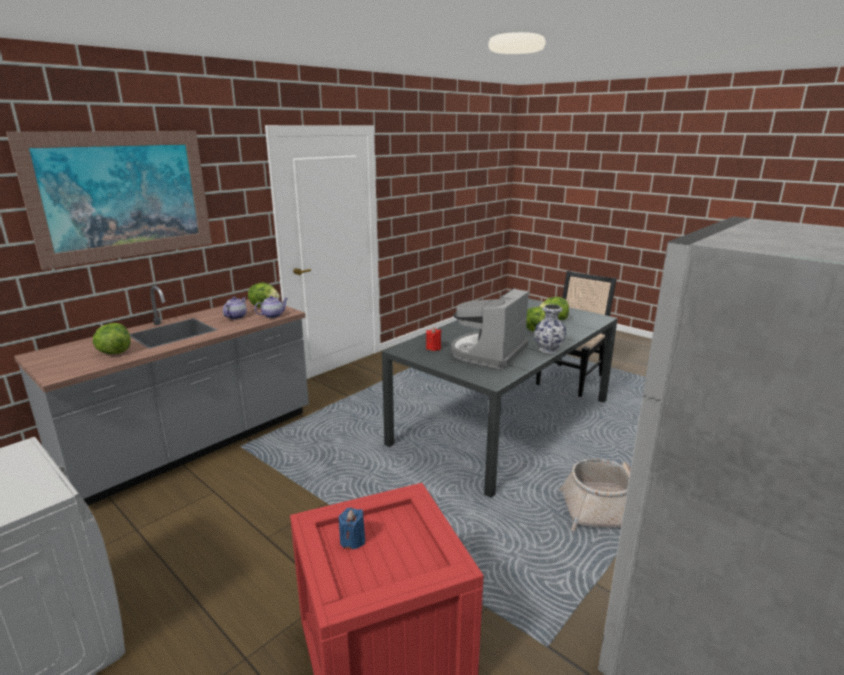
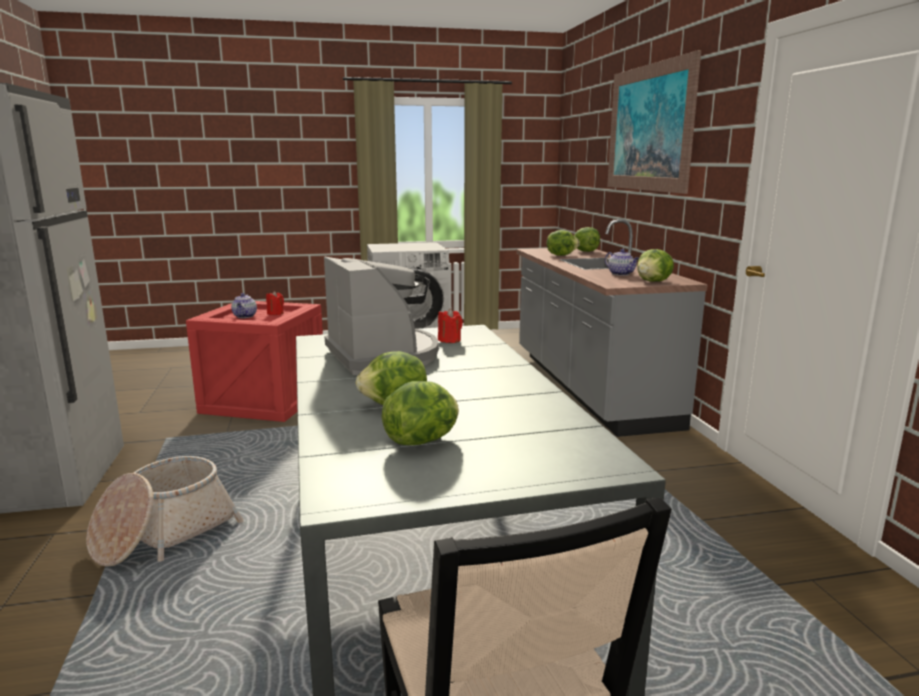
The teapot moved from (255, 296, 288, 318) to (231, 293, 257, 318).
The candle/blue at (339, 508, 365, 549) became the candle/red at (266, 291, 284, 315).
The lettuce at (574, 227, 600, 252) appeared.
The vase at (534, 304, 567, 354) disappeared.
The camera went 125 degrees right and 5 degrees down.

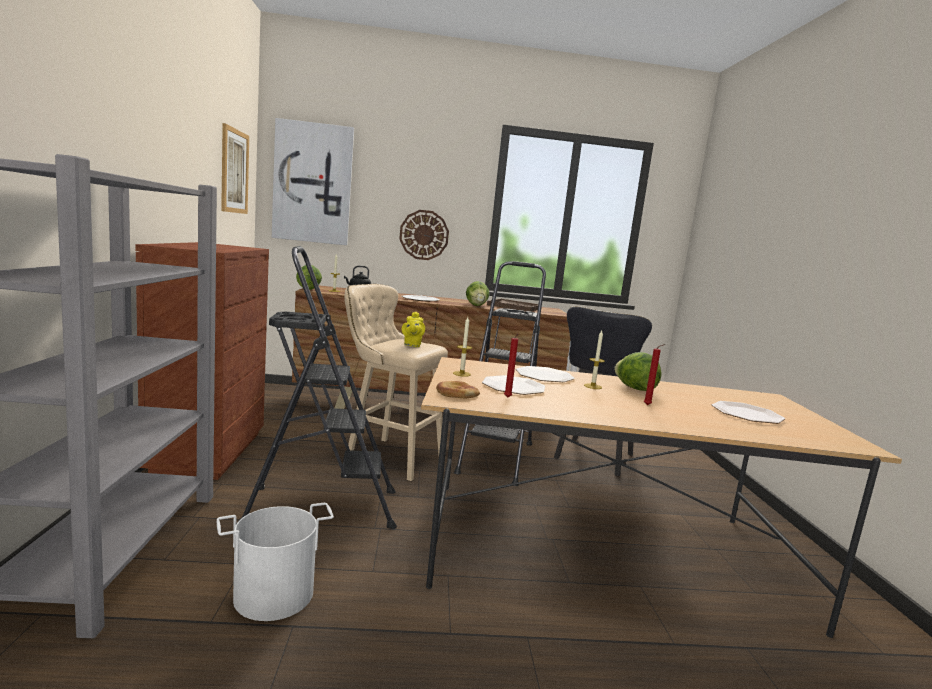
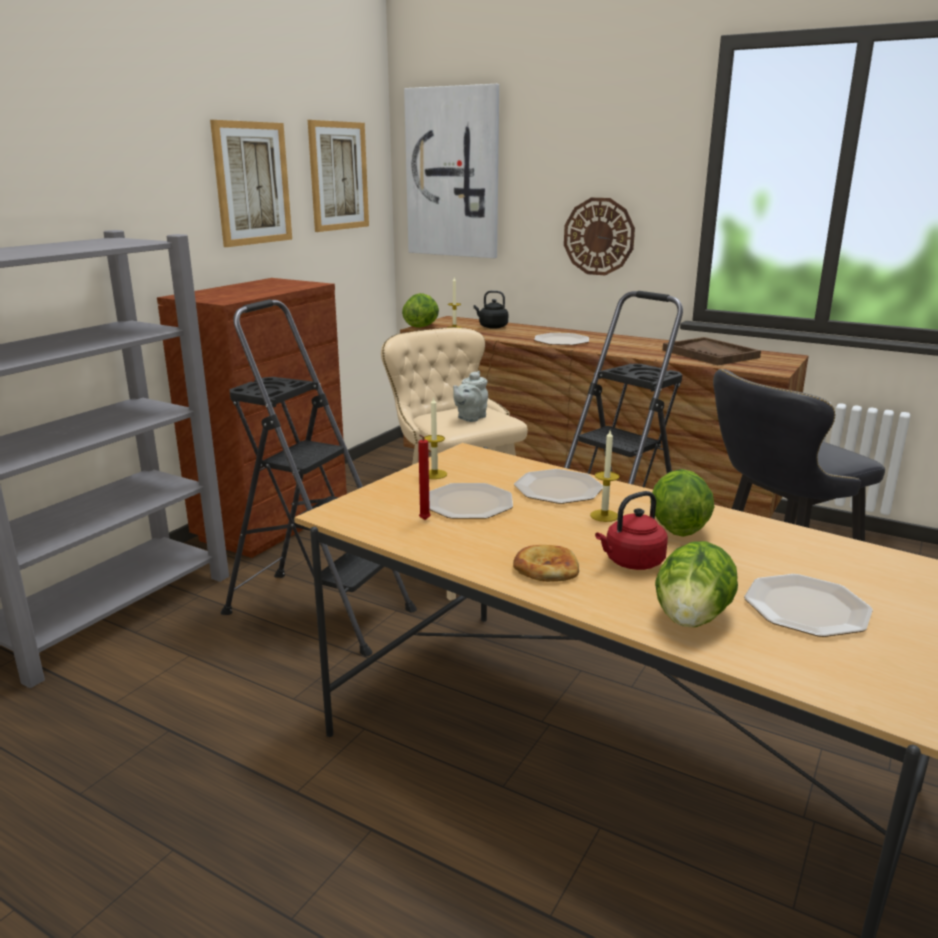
The picture at (210, 120, 292, 247) appeared.
The teapot/yellow at (402, 312, 425, 347) became the teapot/grey at (453, 371, 488, 422).
The bread moved from (436, 381, 480, 398) to (513, 545, 579, 582).
The candle/red at (644, 344, 665, 405) was replaced by the kettle/red at (595, 491, 668, 570).
The lettuce moved from (466, 281, 490, 306) to (655, 541, 738, 627).
The bucket/white at (217, 503, 334, 621) disappeared.
The camera went 35 degrees right and 10 degrees up.

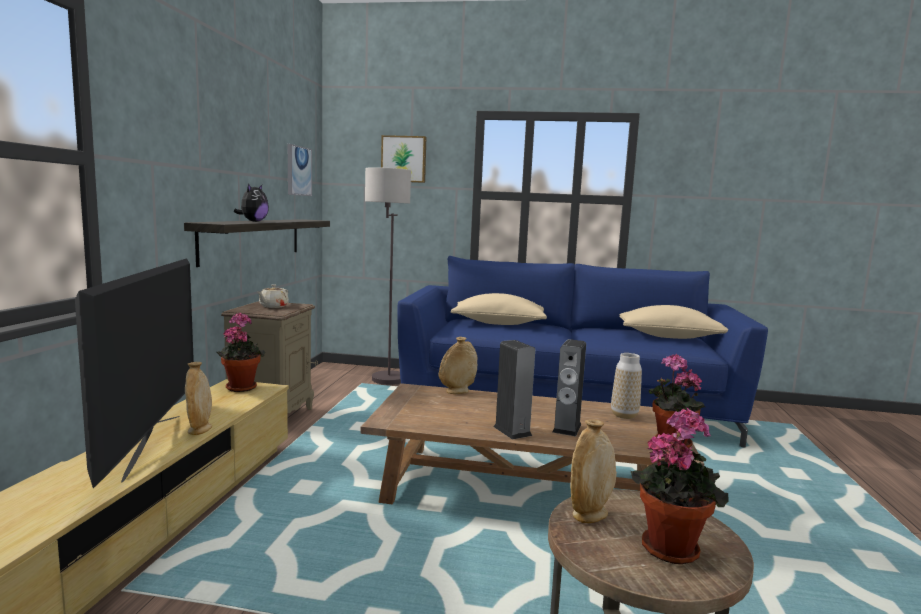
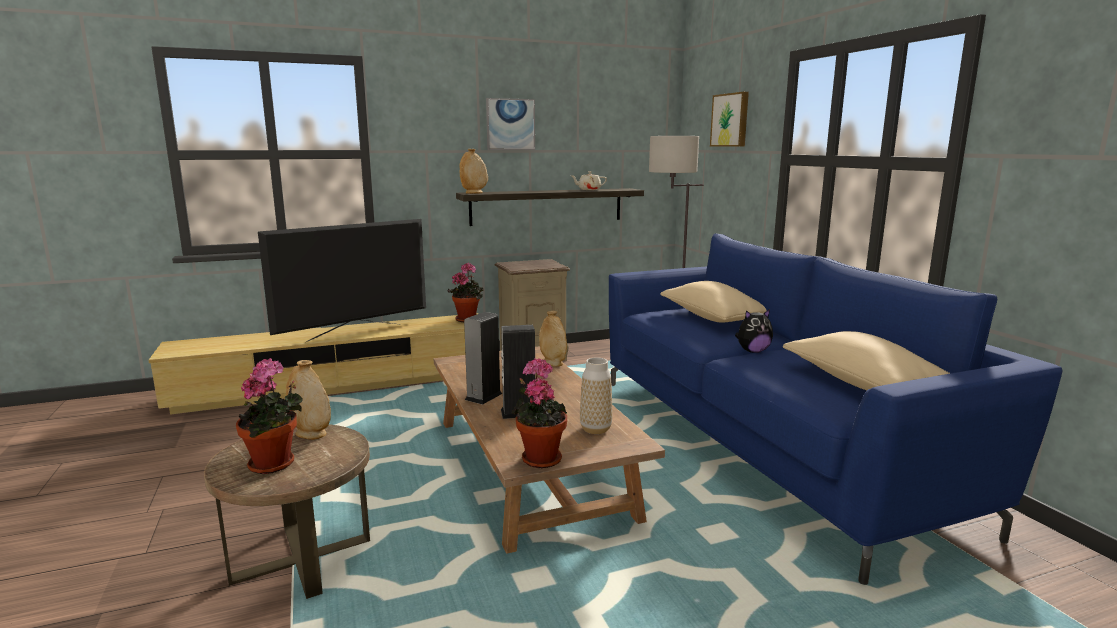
The vase/beige moved from (185, 362, 212, 435) to (460, 149, 488, 194).
The picture moved from (288, 144, 312, 196) to (486, 98, 535, 150).
The teapot/beige moved from (257, 284, 289, 308) to (570, 171, 607, 190).
The plush toy moved from (233, 183, 269, 222) to (735, 309, 773, 353).
The camera went 60 degrees right and 5 degrees up.

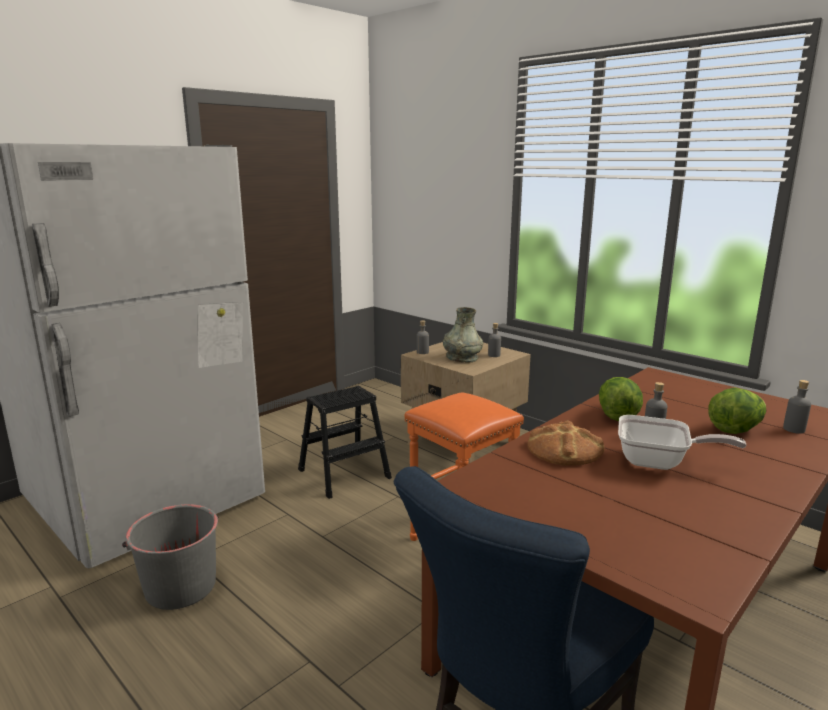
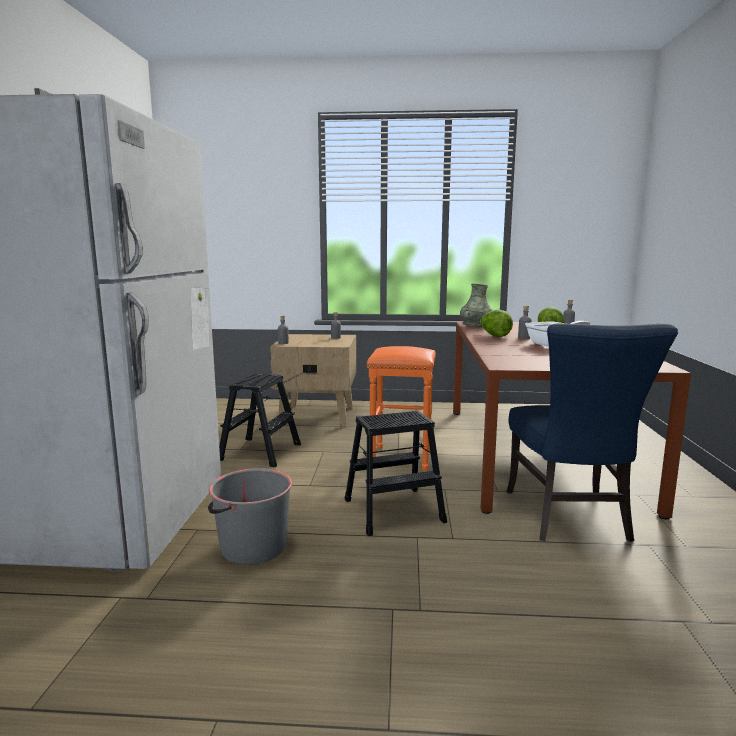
The step ladder/black at (345, 410, 447, 536) appeared.
The vase/grey moved from (443, 307, 483, 363) to (460, 284, 493, 327).
The bread at (527, 420, 605, 465) disappeared.
The camera went 40 degrees left and 5 degrees down.

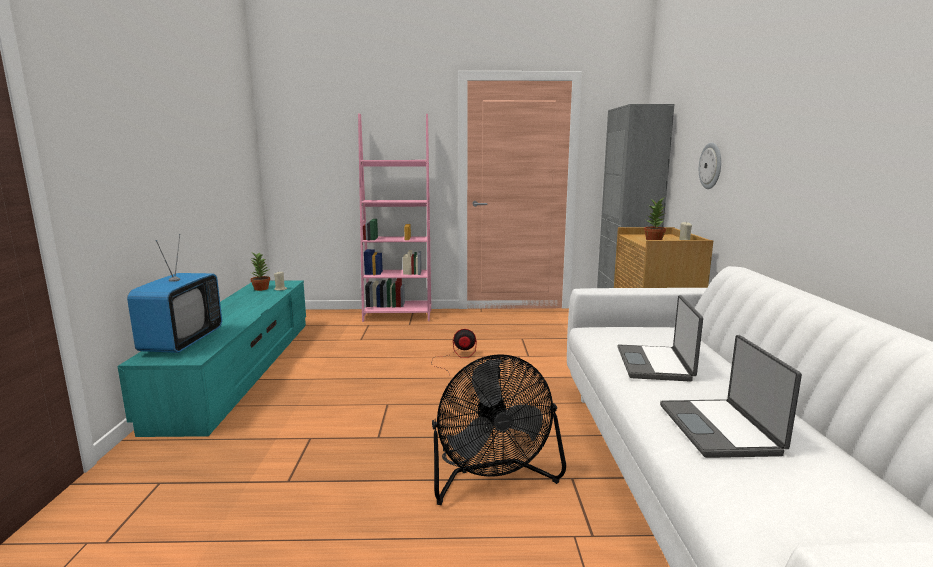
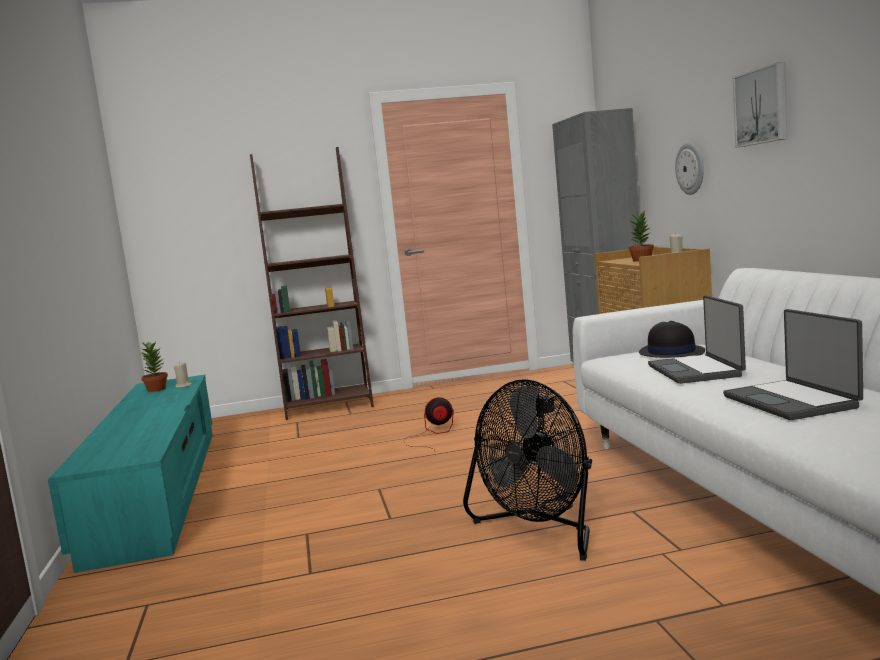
The bookcase/pink at (358, 114, 431, 322) became the bookcase/brown at (250, 147, 374, 420).
The fan/black at (432, 355, 566, 505) turned 75 degrees clockwise.
The hat/black at (639, 321, 705, 358) appeared.
The picture at (732, 62, 787, 148) appeared.
The television at (127, 234, 222, 353) disappeared.
The camera went 10 degrees left and 5 degrees down.

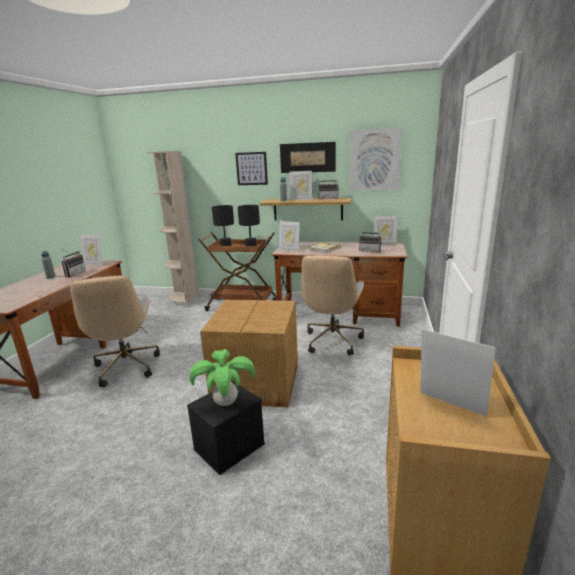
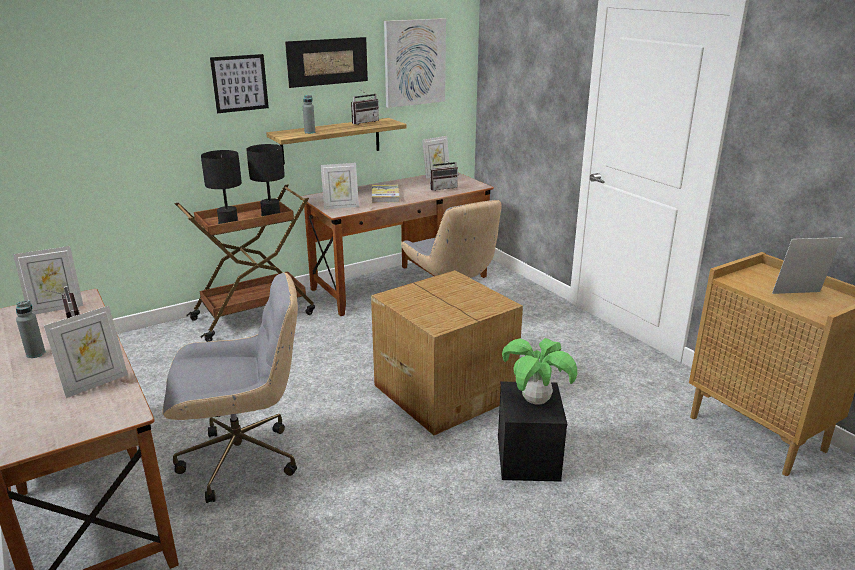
The picture frame moved from (289, 171, 313, 200) to (44, 306, 128, 398).
The office chair/grey at (70, 275, 160, 387) turned 45 degrees counterclockwise.
The bookcase/beige at (147, 151, 199, 306) disappeared.
The camera went 45 degrees left and 5 degrees up.

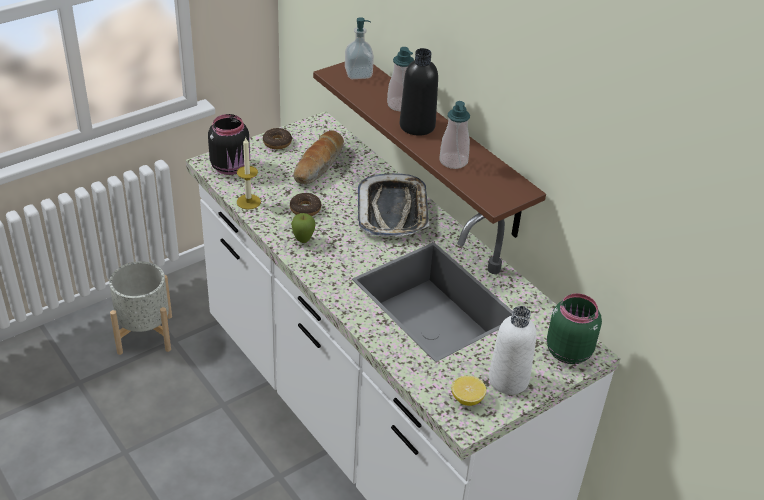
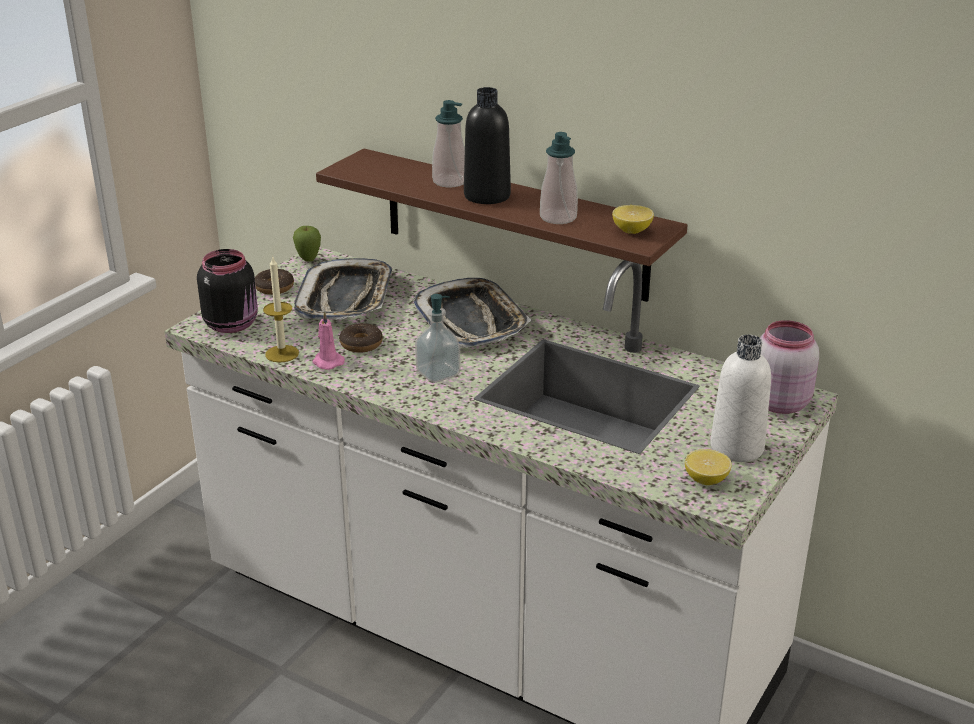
The apple moved from (291, 213, 316, 243) to (293, 226, 321, 262).
The bread at (293, 130, 344, 184) was replaced by the tray at (294, 258, 392, 320).
The candle/pink at (313, 311, 345, 370) appeared.
The soap dispenser moved from (345, 17, 374, 79) to (415, 294, 461, 383).
The lemon at (612, 205, 654, 234) appeared.
The jar/green at (547, 293, 602, 364) became the jar/pink at (760, 320, 819, 414).
The planter/grey at (109, 261, 172, 355) disappeared.
The camera went 20 degrees left and 10 degrees down.

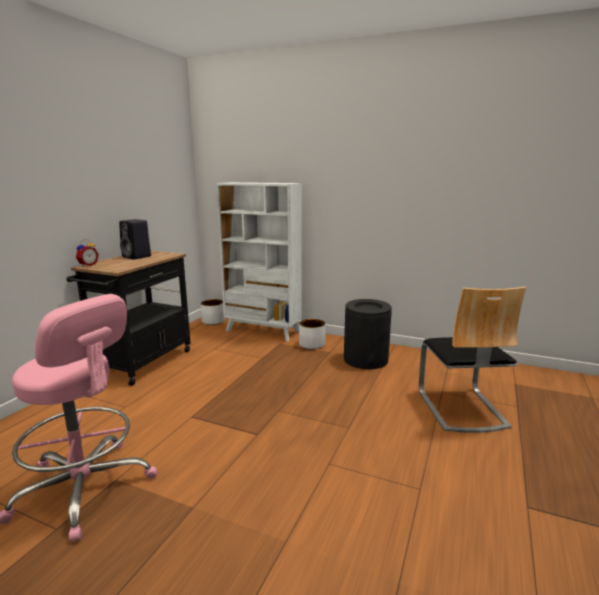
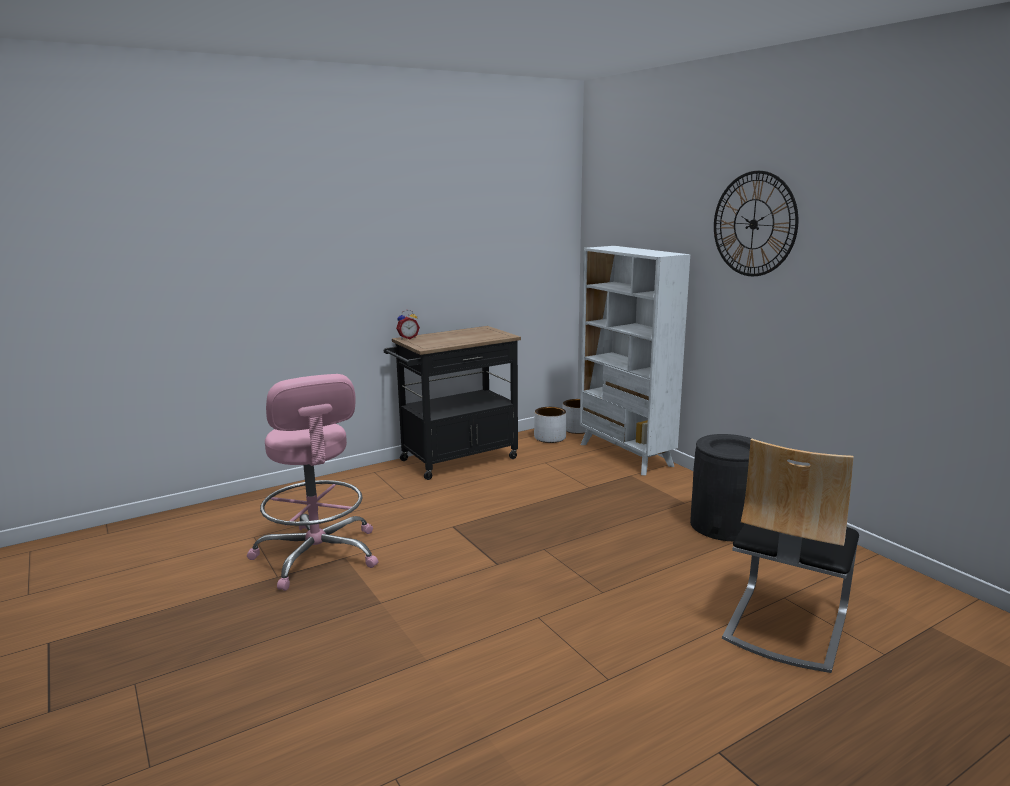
The planter/white moved from (299, 319, 326, 350) to (534, 407, 566, 443).
The wall clock at (714, 171, 798, 276) appeared.
The speaker/black at (119, 219, 151, 259) disappeared.
The camera went 35 degrees right and 0 degrees up.

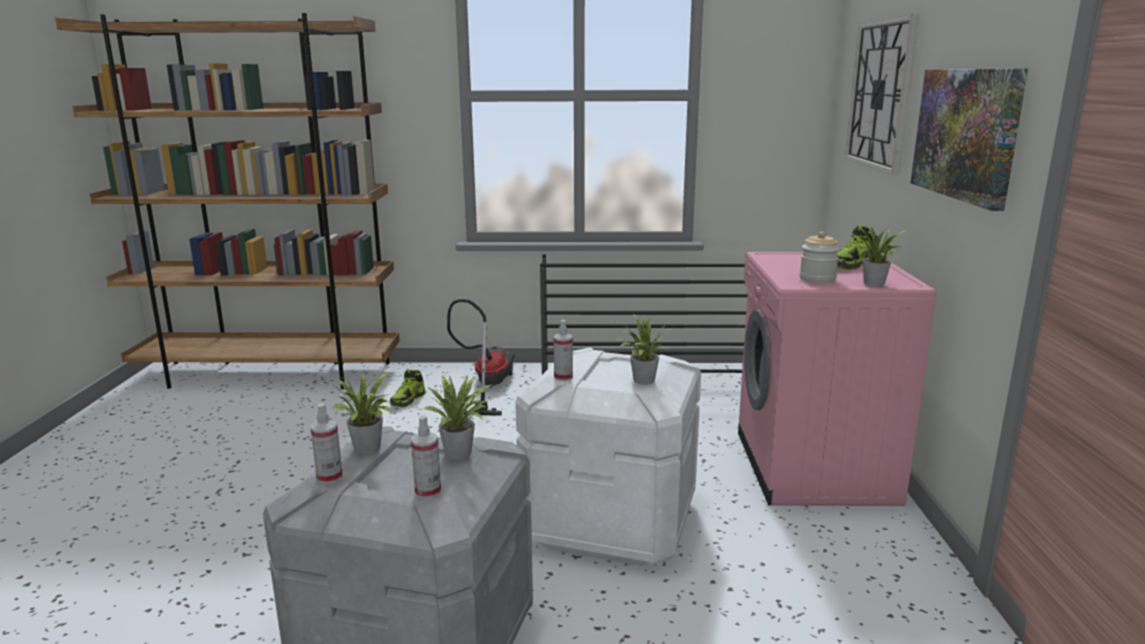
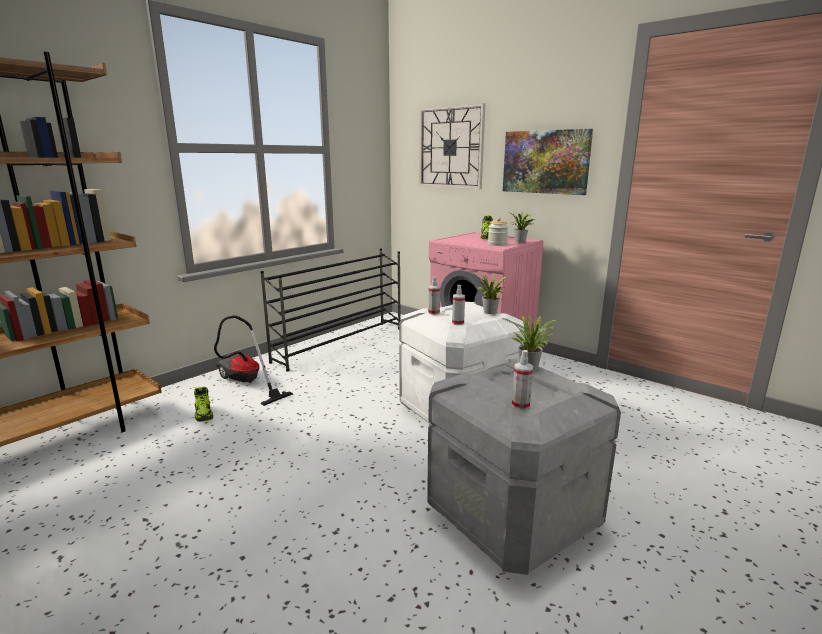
The spray bottle moved from (411, 416, 441, 499) to (428, 277, 440, 315).
The potted plant at (322, 371, 391, 454) disappeared.
The camera went 50 degrees left and 0 degrees up.

